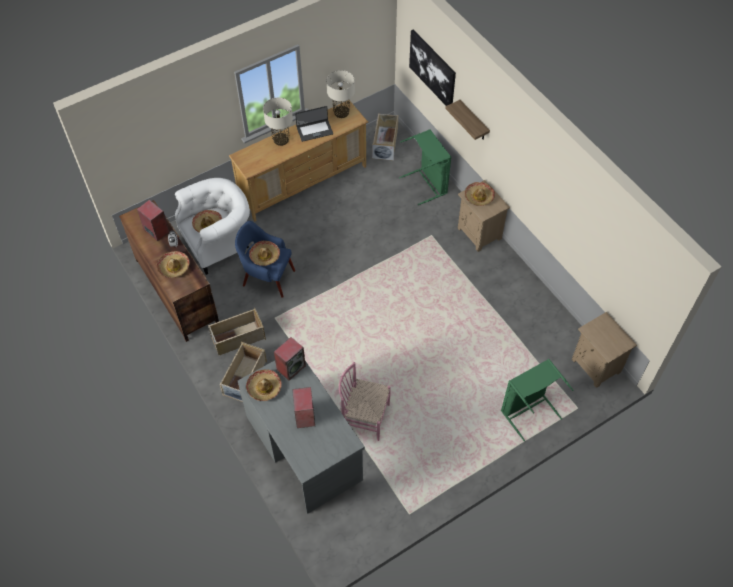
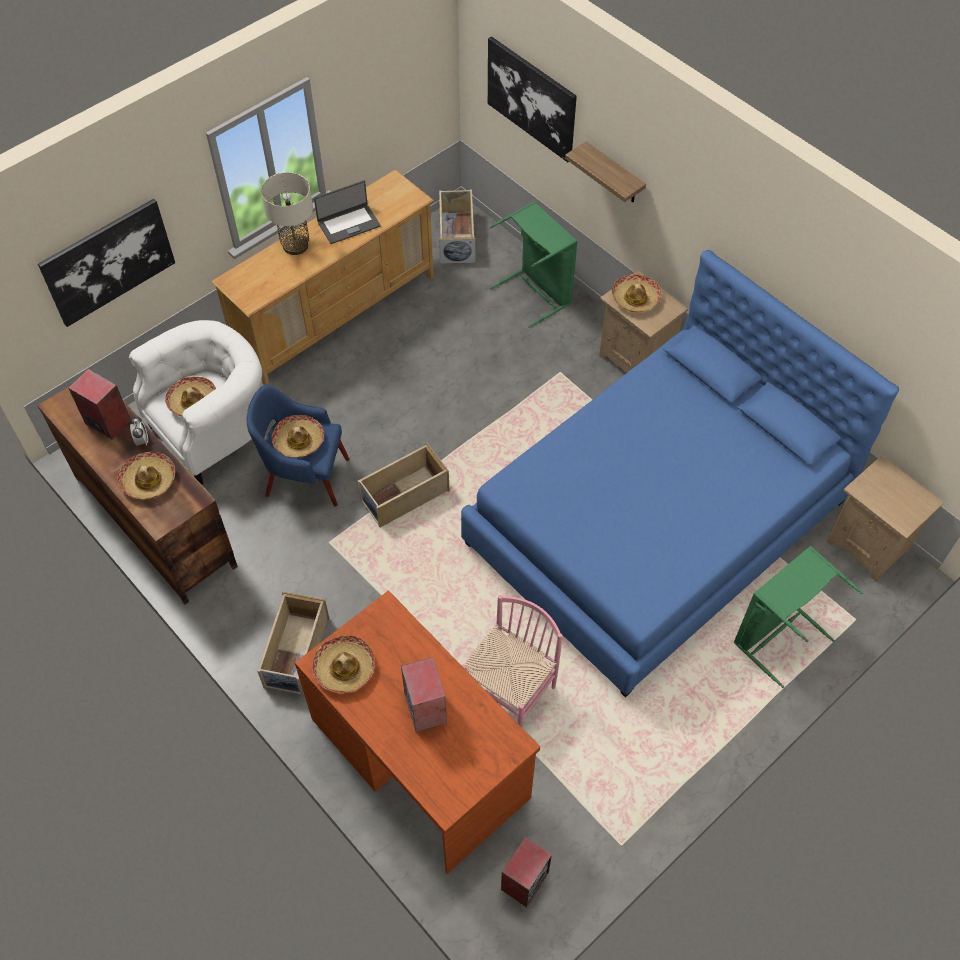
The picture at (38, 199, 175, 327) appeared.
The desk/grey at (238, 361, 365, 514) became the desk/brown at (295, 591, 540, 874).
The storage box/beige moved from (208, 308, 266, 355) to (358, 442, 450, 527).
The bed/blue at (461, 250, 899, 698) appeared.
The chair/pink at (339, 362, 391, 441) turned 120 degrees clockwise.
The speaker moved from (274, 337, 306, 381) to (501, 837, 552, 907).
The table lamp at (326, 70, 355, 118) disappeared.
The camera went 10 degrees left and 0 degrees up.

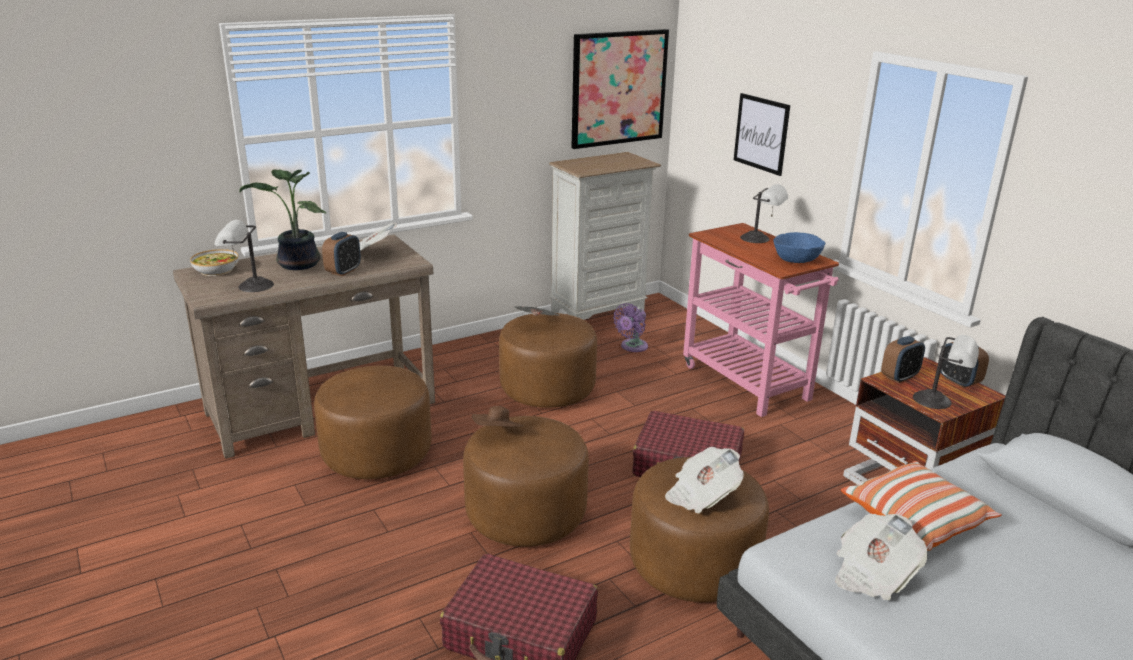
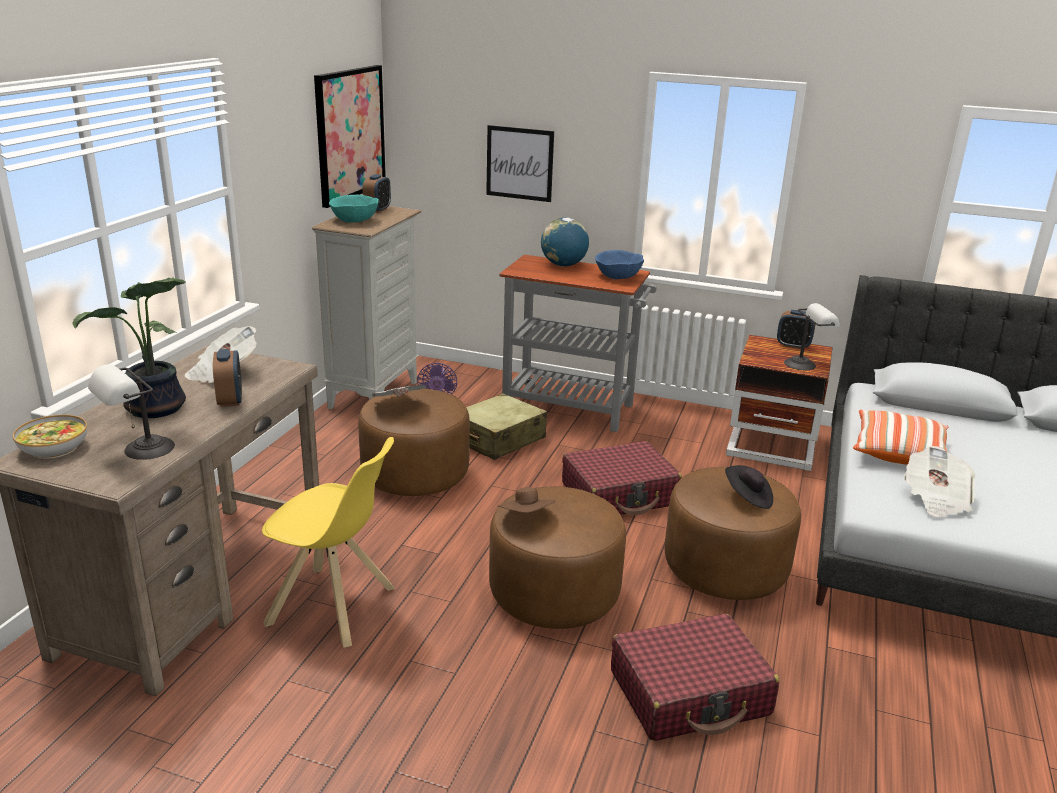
The ottoman/brown at (314, 366, 432, 479) was replaced by the chair/yellow at (262, 437, 395, 648).
The bowl/turquoise at (329, 195, 379, 223) appeared.
The alarm clock moved from (881, 336, 925, 383) to (363, 174, 391, 213).
The suitcase/beige at (466, 393, 547, 460) appeared.
The cart/pink at (683, 223, 839, 417) became the cart/grey at (499, 255, 657, 432).
The table lamp at (740, 184, 788, 243) was replaced by the globe at (541, 218, 589, 266).
The newspaper at (665, 447, 744, 513) was replaced by the hat/black at (725, 465, 773, 509).
The camera went 40 degrees left and 0 degrees up.

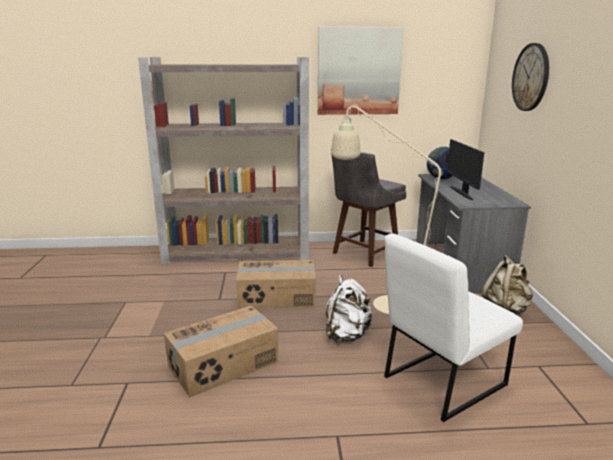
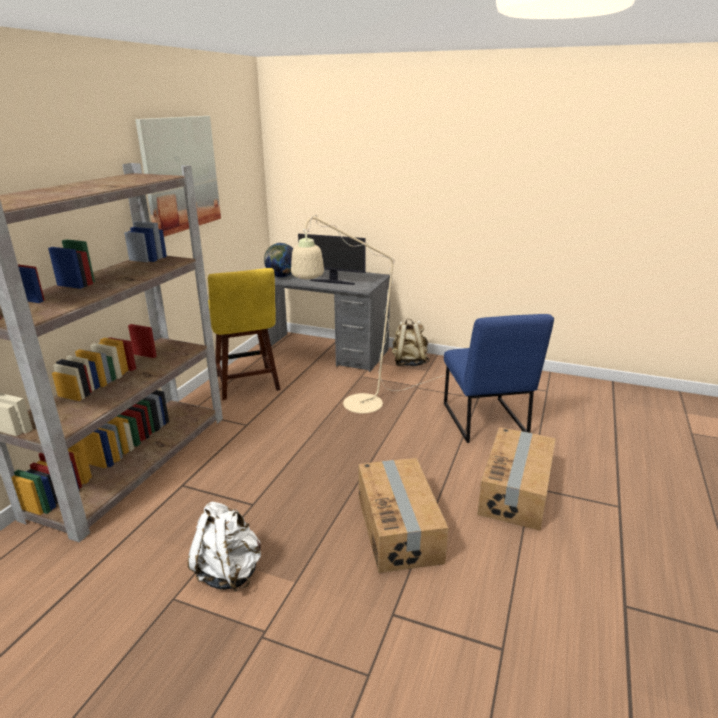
The backpack/white moved from (326, 275, 373, 342) to (188, 502, 261, 592).
The stool/grey at (331, 152, 406, 267) became the stool/yellow at (208, 268, 281, 400).
The chair/white at (384, 233, 523, 422) became the chair/blue at (444, 314, 554, 443).
The cardboard box moved from (236, 260, 316, 309) to (477, 427, 556, 531).
The wall clock at (512, 43, 549, 111) disappeared.
The camera went 65 degrees left and 5 degrees up.

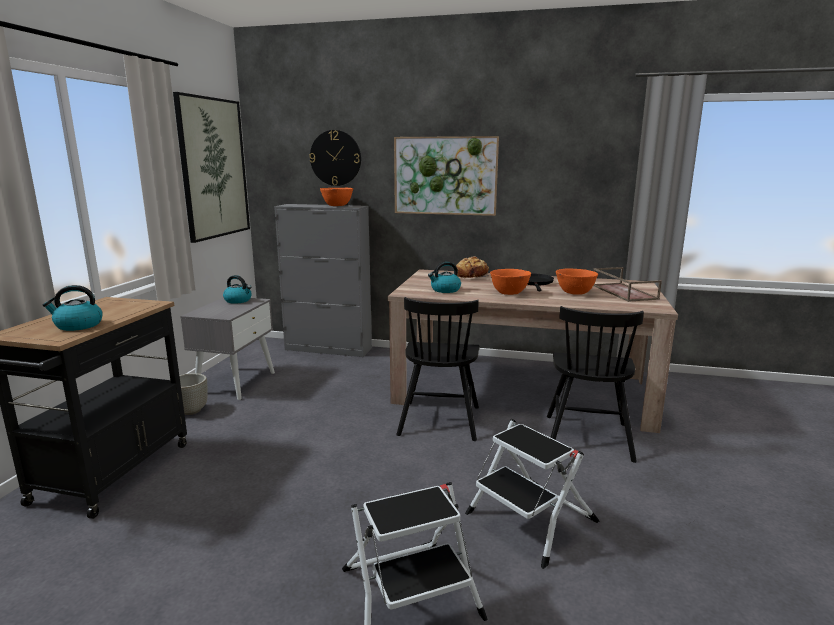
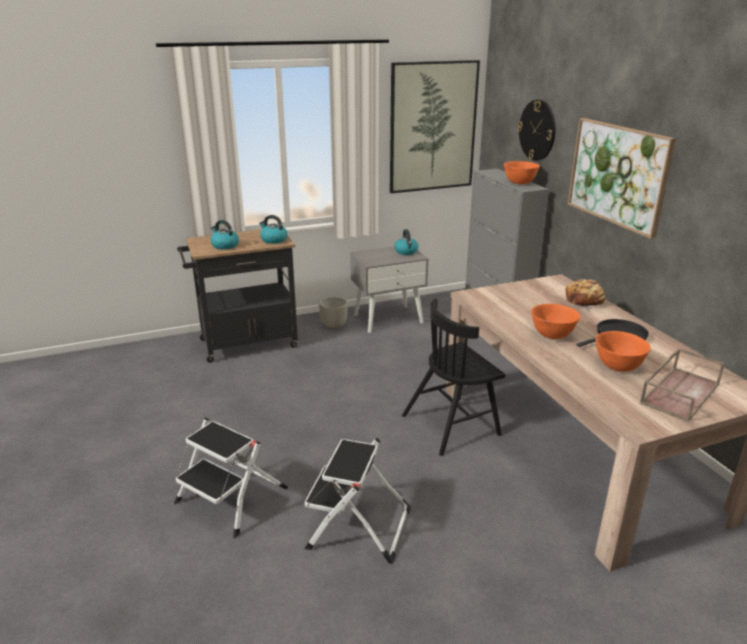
The kettle moved from (428, 262, 461, 293) to (259, 215, 288, 244).
The chair/black at (547, 306, 644, 463) disappeared.
The camera went 55 degrees right and 10 degrees up.

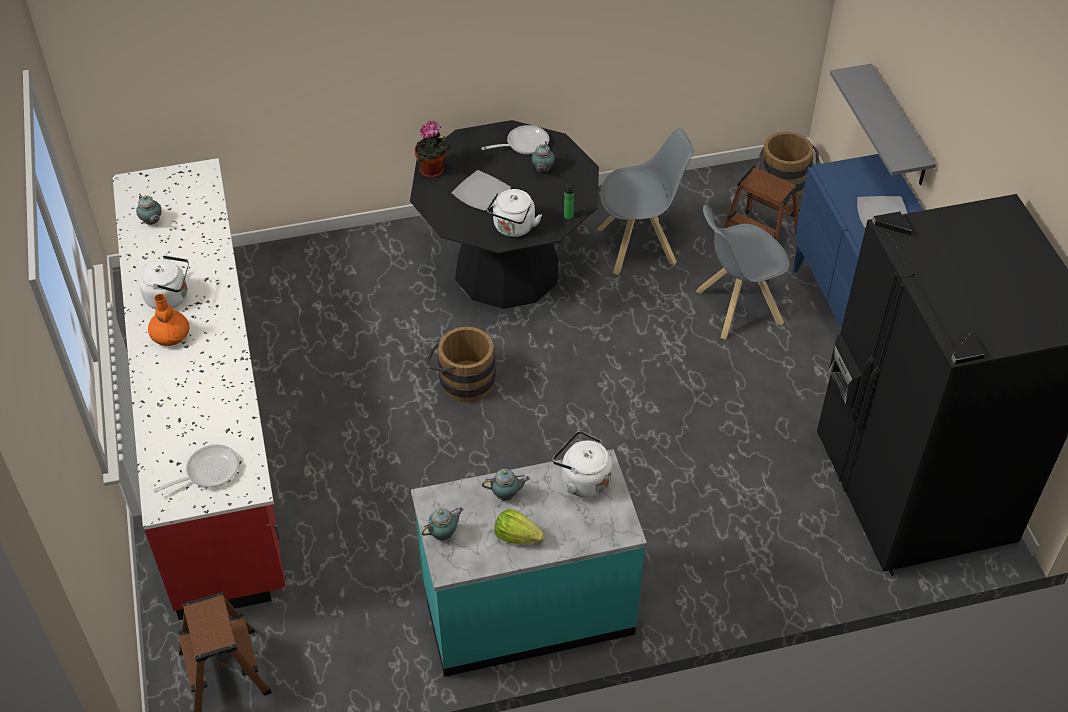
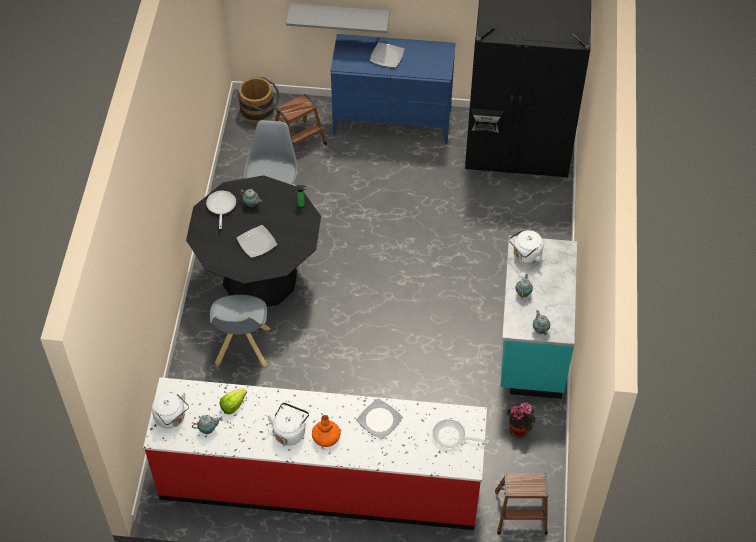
The kettle/white moved from (487, 189, 542, 237) to (152, 392, 189, 429).
The chair/grey moved from (695, 205, 789, 340) to (210, 295, 271, 367).
The lettuce moved from (494, 509, 545, 544) to (219, 388, 247, 414).
The plate at (356, 398, 403, 439) appeared.
The frying pan at (153, 444, 239, 493) turned 60 degrees counterclockwise.
The potted plant moved from (415, 120, 450, 178) to (507, 403, 536, 438).
The bucket/brown at (427, 327, 496, 403) disappeared.
The camera went 70 degrees left and 5 degrees up.

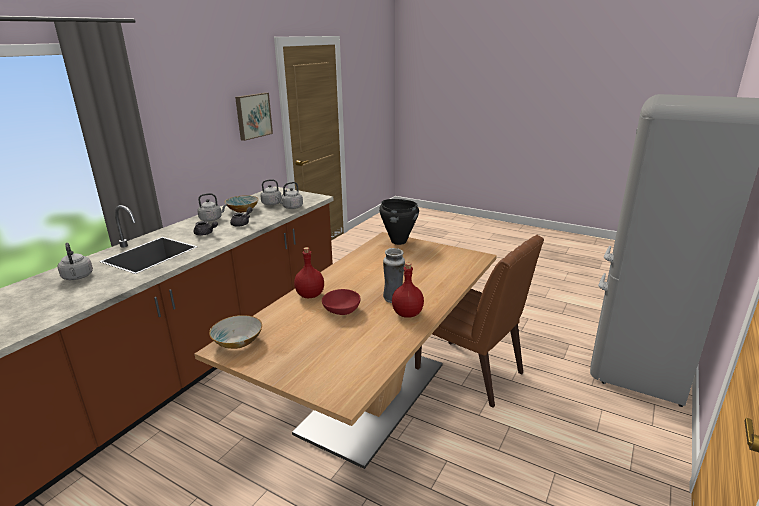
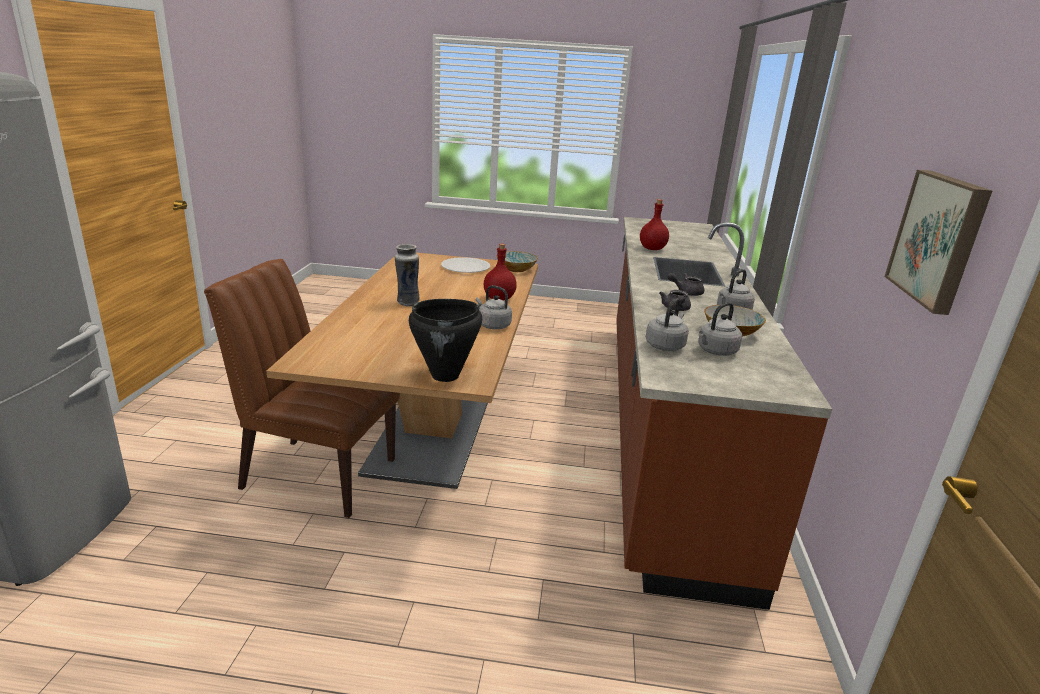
The plate/white at (441, 257, 490, 273) appeared.
The kettle/grey moved from (58, 243, 93, 280) to (476, 285, 512, 329).
The bottle/red moved from (392, 263, 424, 318) to (640, 199, 669, 250).
The bowl/red at (322, 289, 361, 315) disappeared.
The camera went 155 degrees right and 0 degrees up.

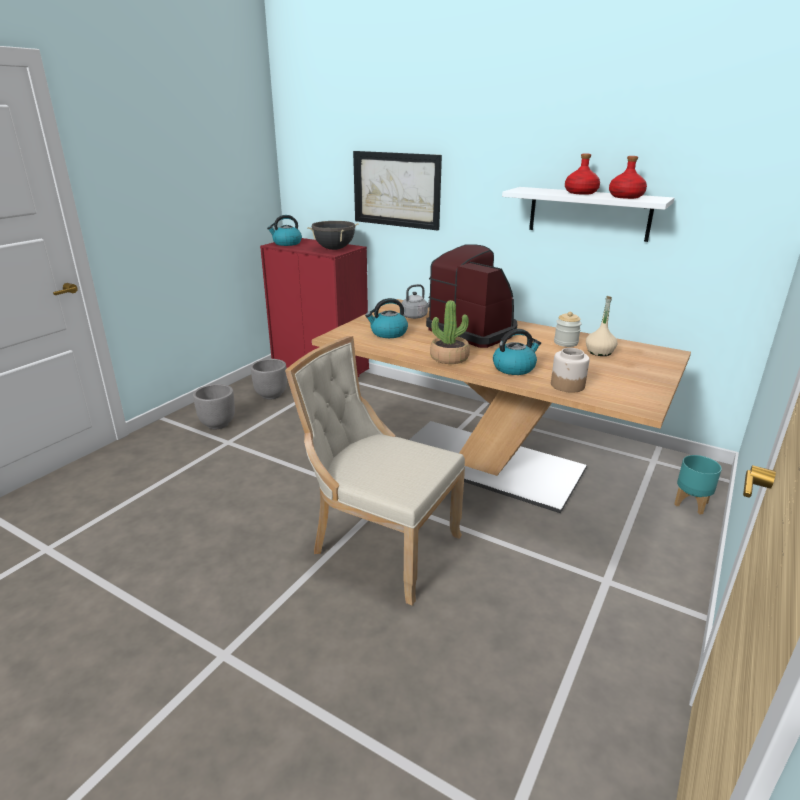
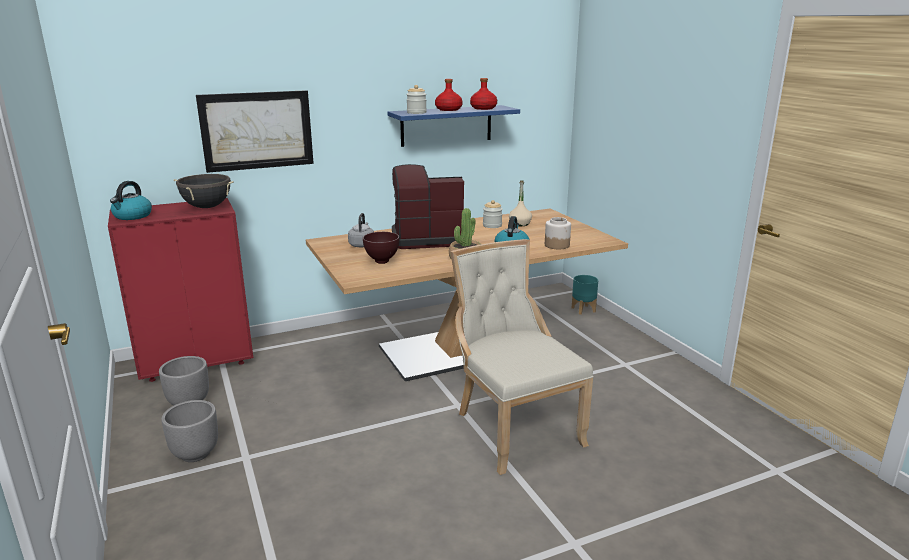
The kettle at (365, 298, 408, 338) was replaced by the bowl/brown at (363, 232, 399, 264).
The shelf/white at (502, 187, 674, 242) became the shelf/blue at (387, 105, 520, 147).
The jar at (406, 85, 427, 114) appeared.
The chair/beige at (285, 336, 465, 605) turned 90 degrees clockwise.
The camera went 55 degrees left and 5 degrees down.

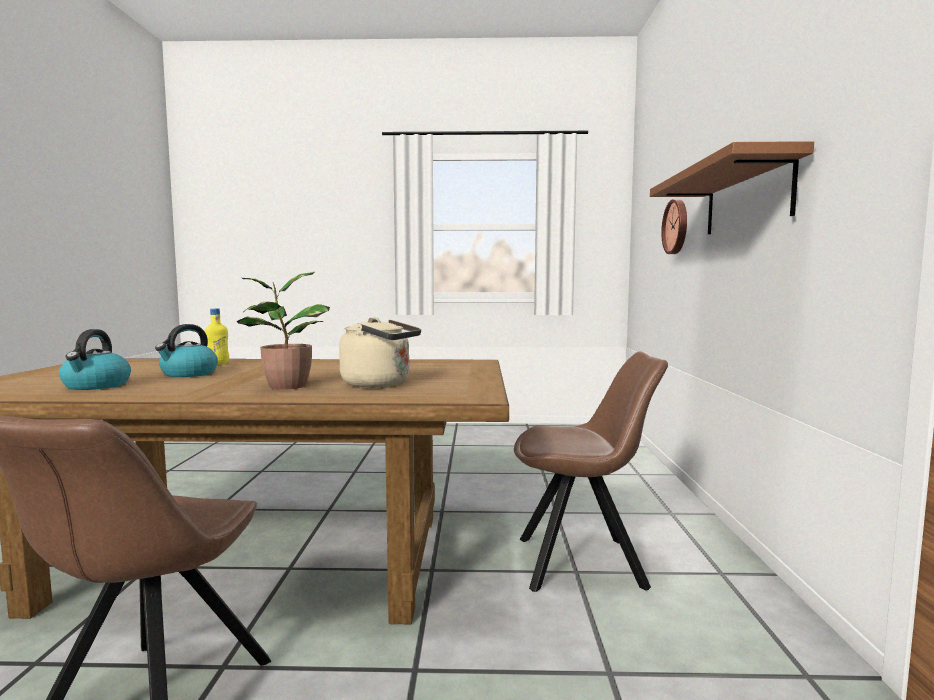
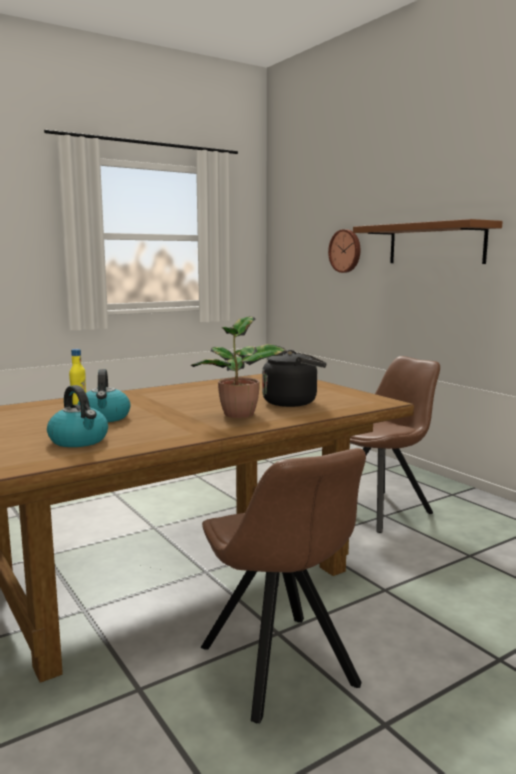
The kettle/beige at (339, 317, 421, 388) became the kettle/black at (262, 350, 327, 407).
The camera went 35 degrees left and 5 degrees up.

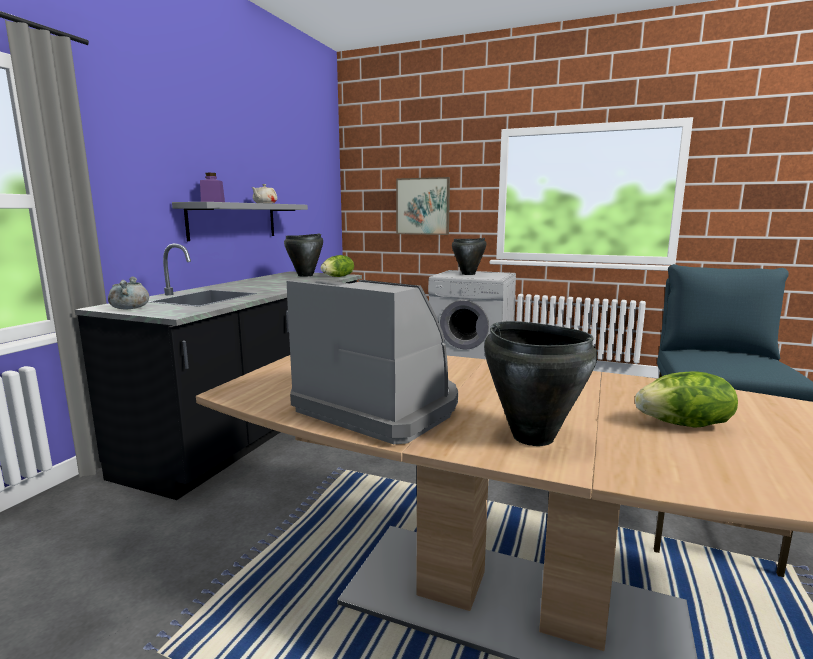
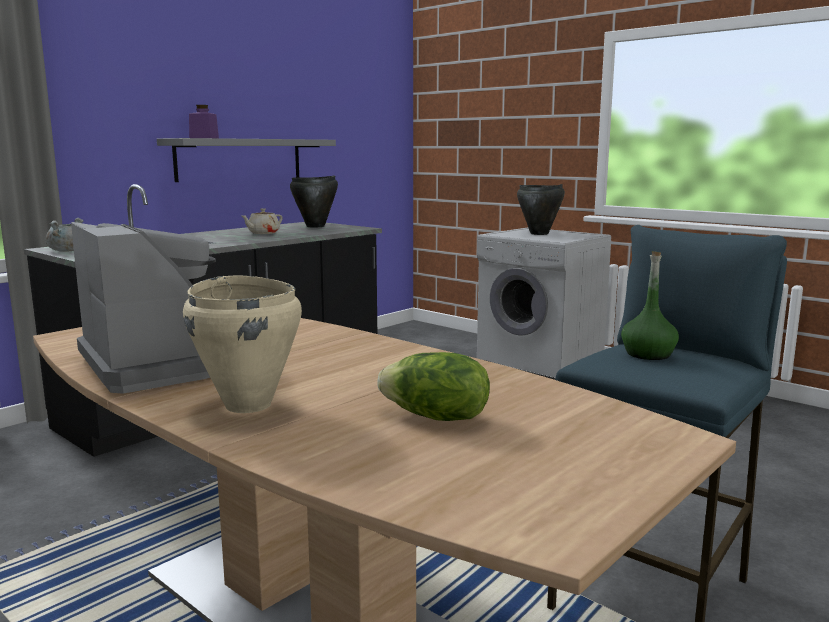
The cooking pot/black at (484, 321, 597, 446) became the cooking pot/beige at (183, 276, 302, 413).
The teapot/beige moved from (251, 184, 277, 204) to (242, 208, 283, 234).
The bottle/green at (621, 251, 679, 360) appeared.
The lettuce at (321, 255, 354, 277) disappeared.
The picture at (396, 177, 450, 235) disappeared.
The camera went 20 degrees right and 0 degrees up.

